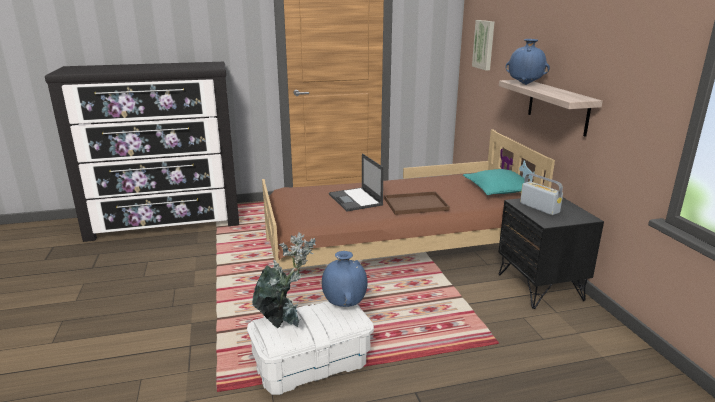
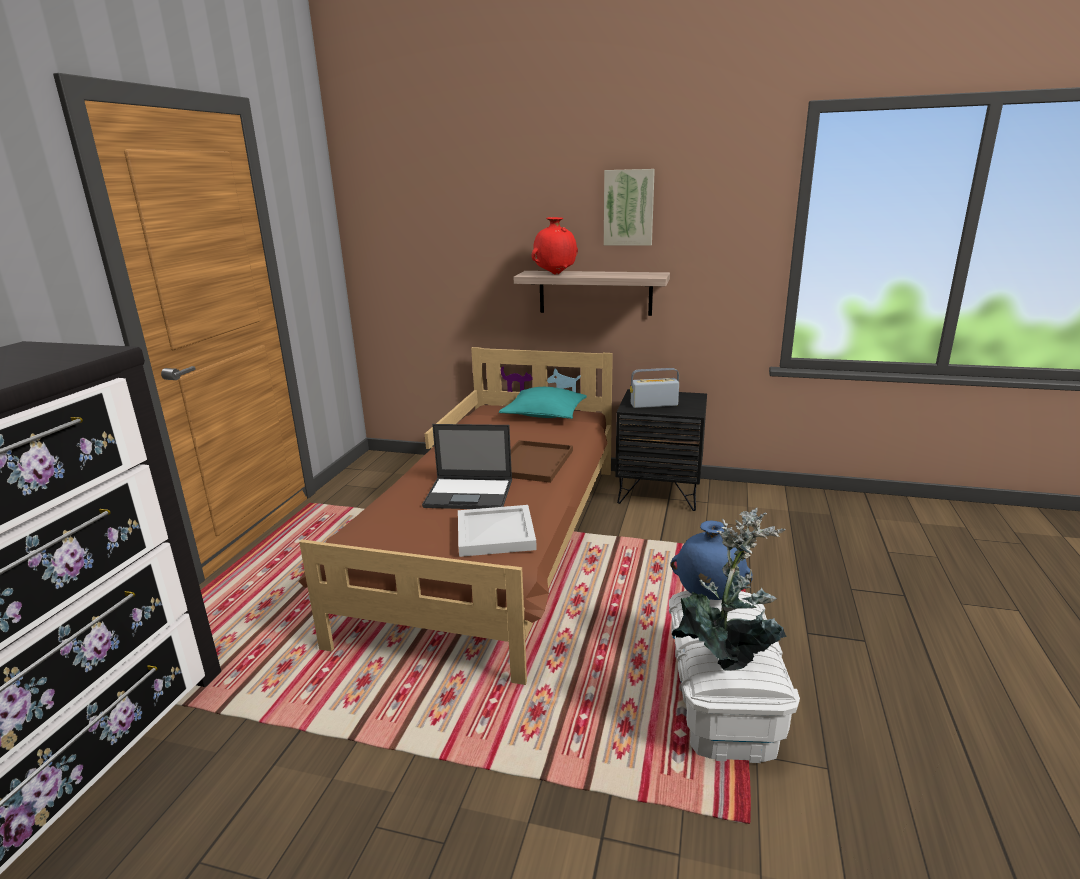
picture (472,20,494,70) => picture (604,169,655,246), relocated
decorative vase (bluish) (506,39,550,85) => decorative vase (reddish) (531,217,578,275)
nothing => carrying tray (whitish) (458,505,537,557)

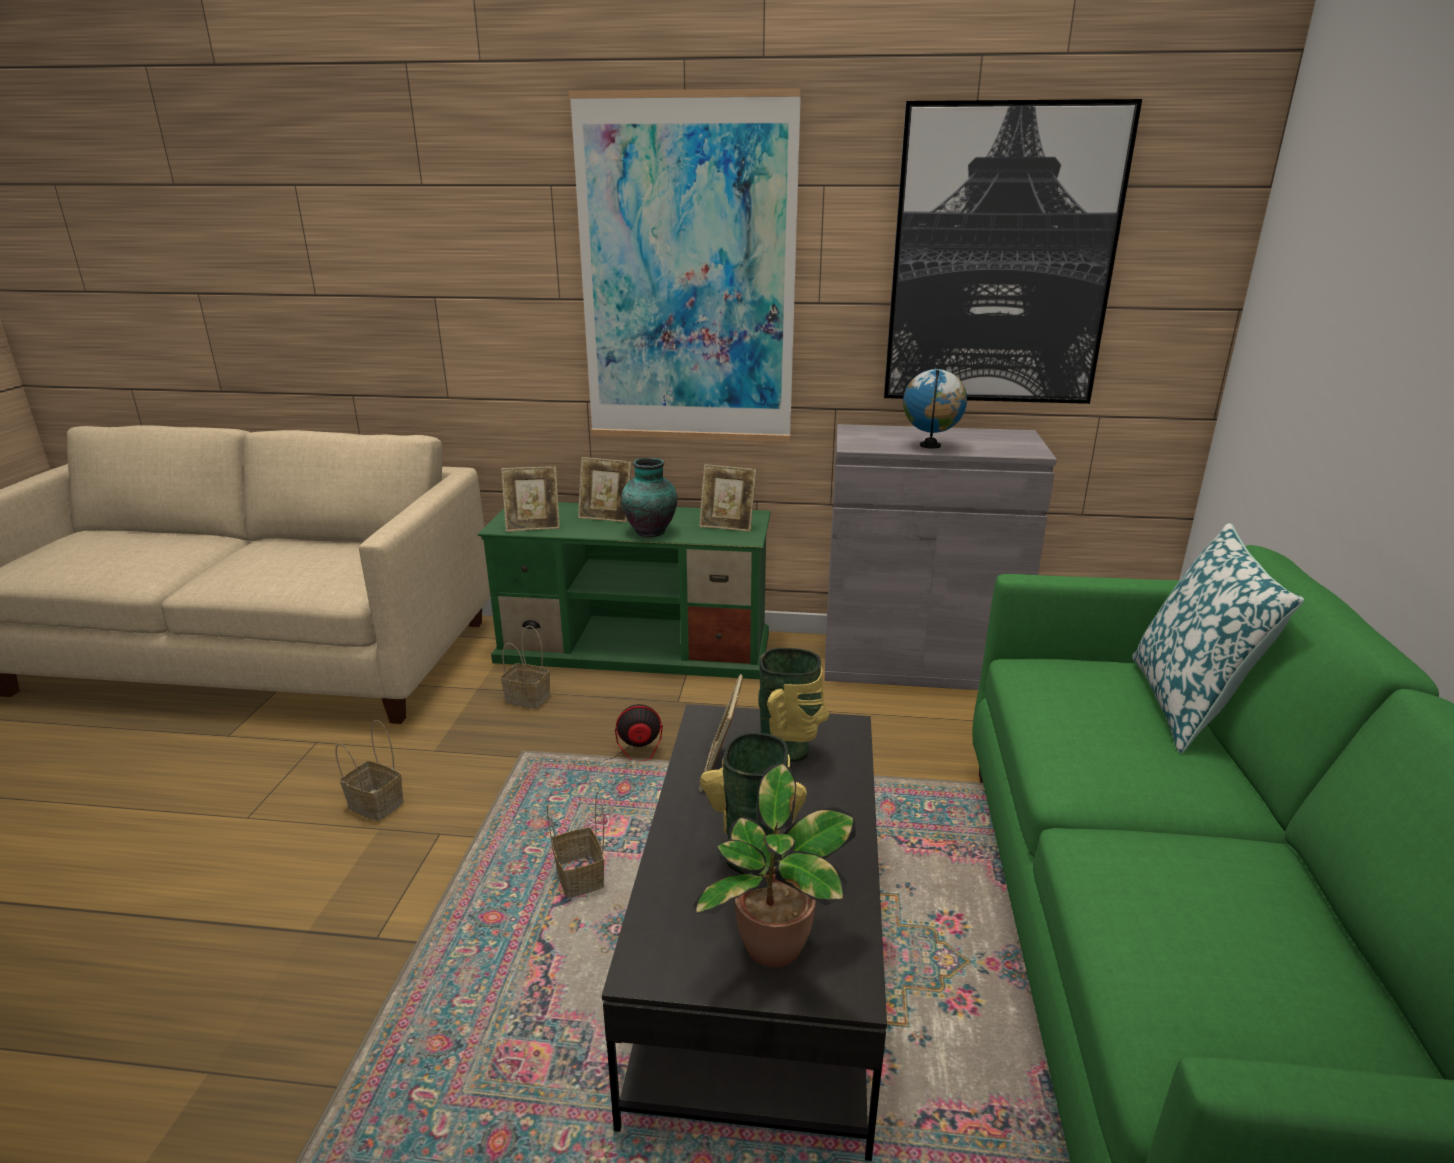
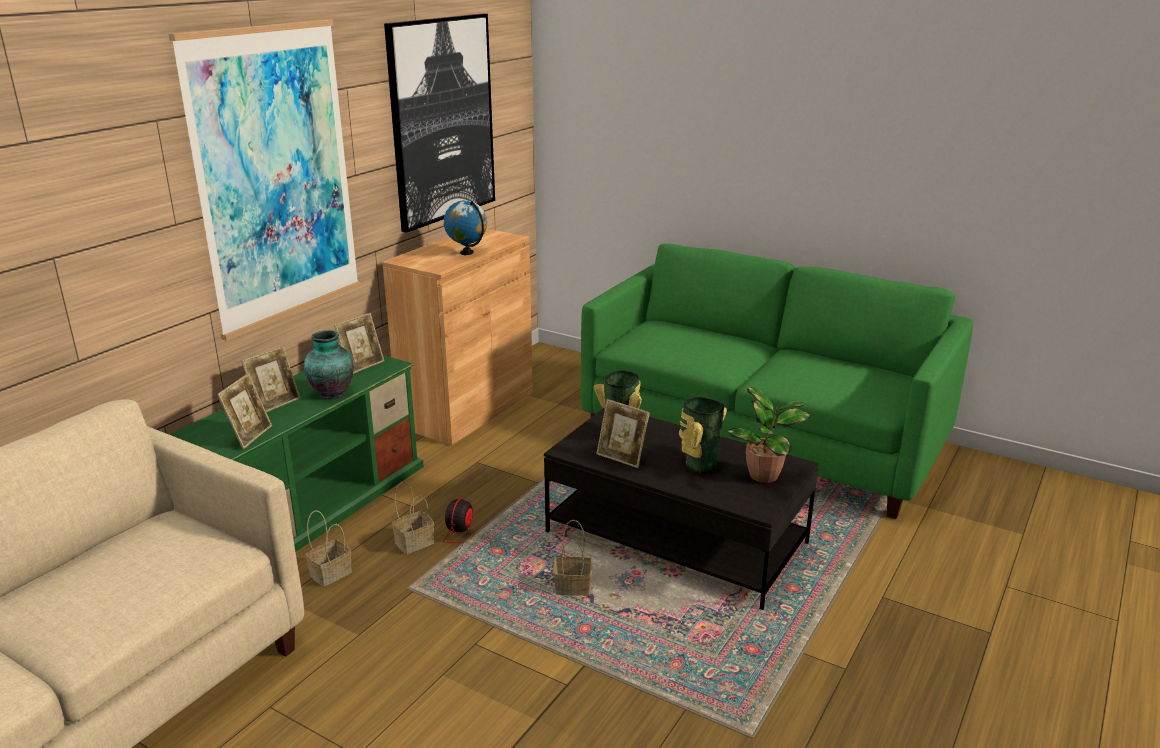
cabinet (gray) (824,424,1057,690) => cabinet (brownish) (382,229,533,445)
throw pillow (1132,522,1304,754) => nothing
basket (335,720,404,821) => basket (392,482,434,554), relocated

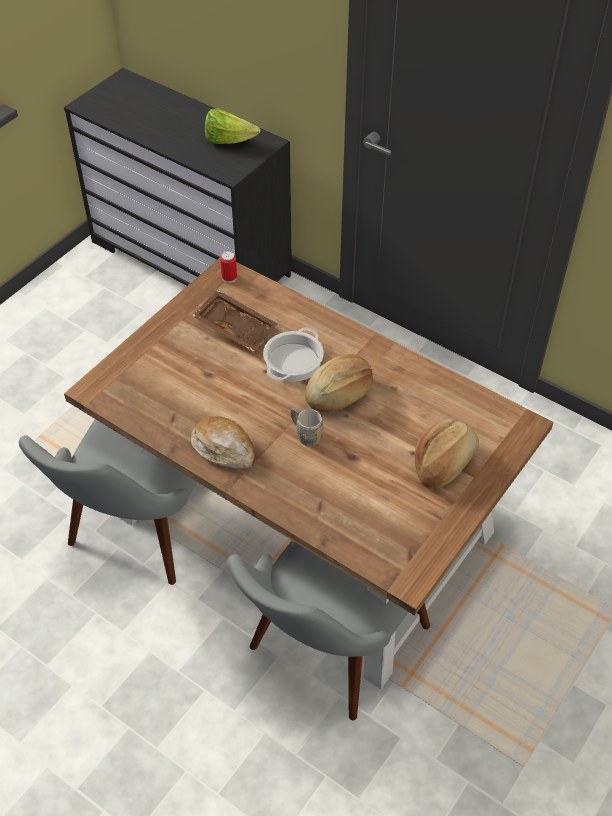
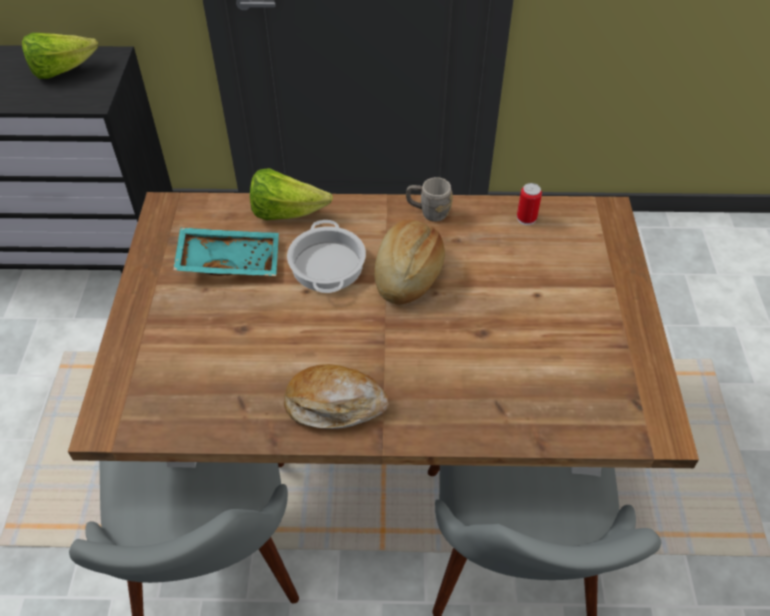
sealed can (220,251,237,283) => sealed can (517,183,542,225), relocated
carrying tray (brownish) (192,290,278,351) => carrying tray (blue-green) (173,227,279,276)
mug (gray) (291,407,323,446) => mug (gray) (406,177,453,222), relocated
bakery bread (414,419,479,489) => nothing
nothing => lettuce head (250,168,333,220)

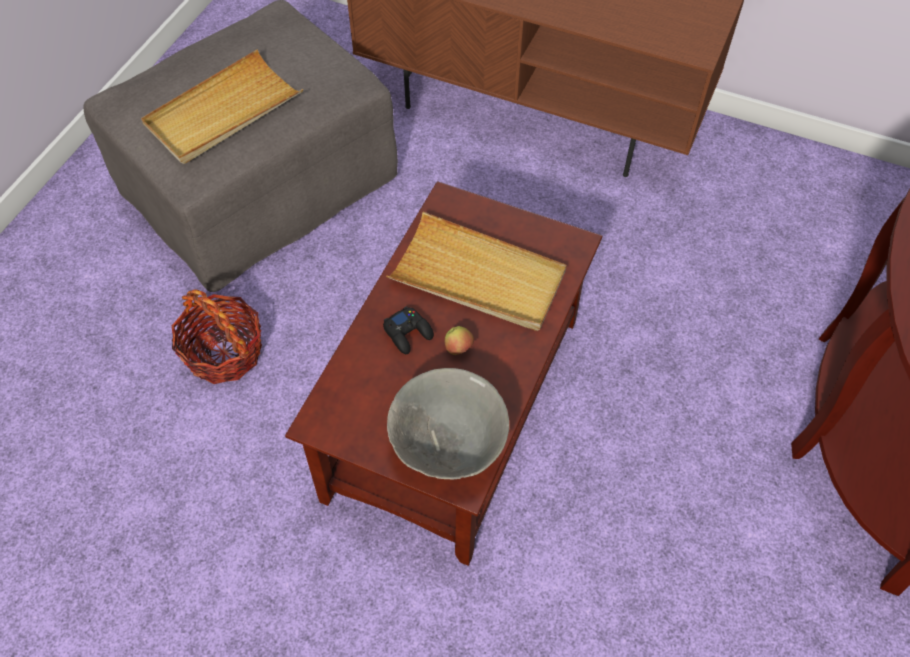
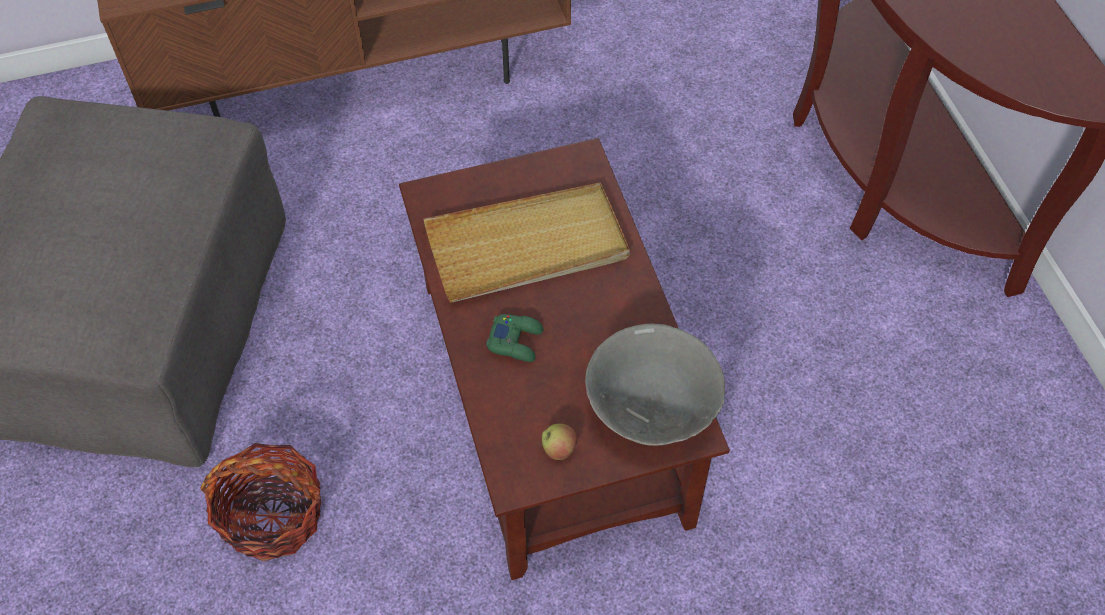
carrying tray (beige-coloured) (141,50,303,164) => nothing
game controller (black-coloured) (383,306,434,354) => game controller (green-coloured) (487,314,543,362)
whole apple (445,326,474,355) => whole apple (542,424,577,460), relocated

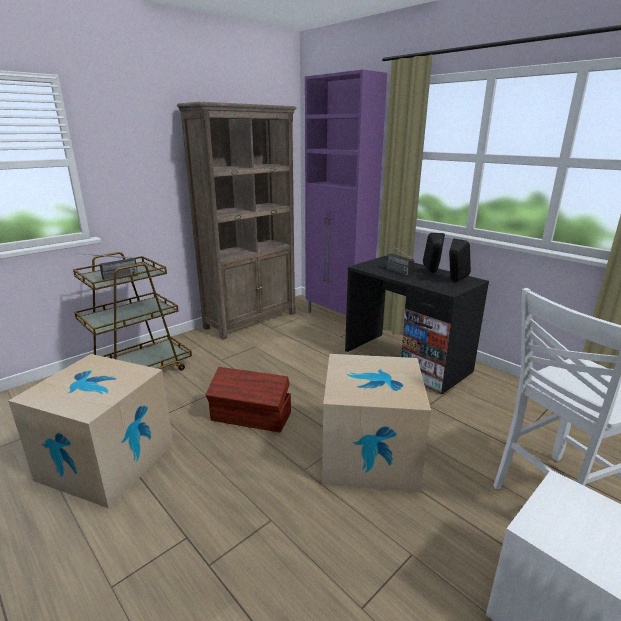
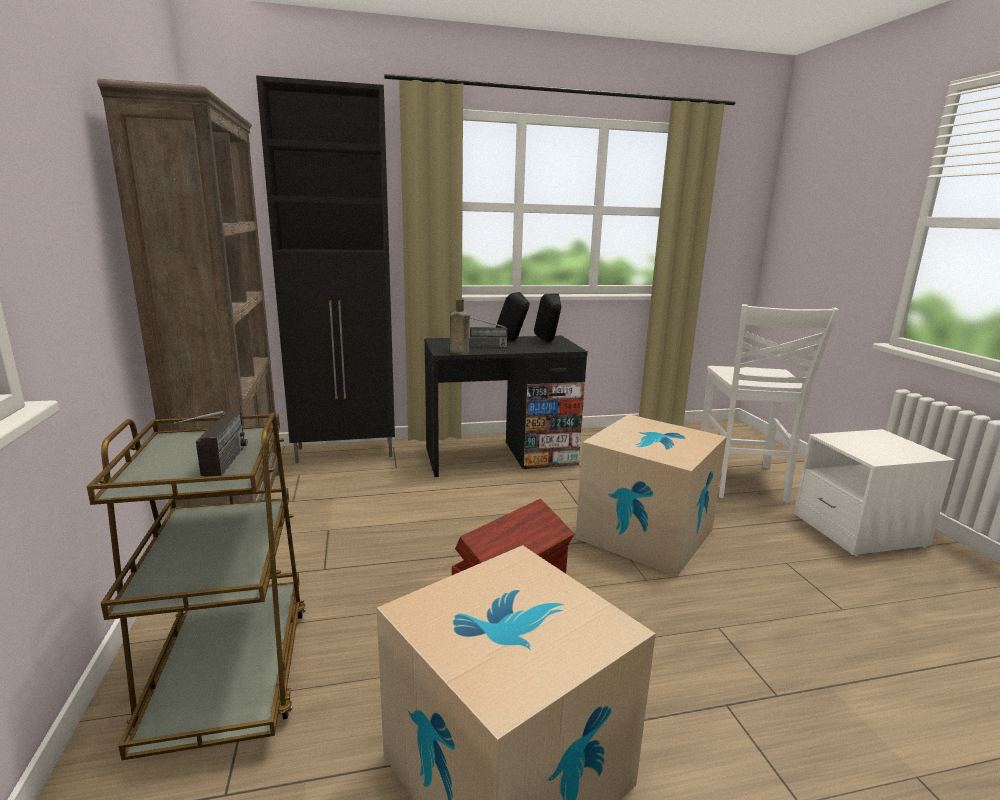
cabinet (purplish) (305,70,387,315) => cabinet (black-coloured) (256,75,395,463)
nothing => beverage bottle (brownish) (450,298,470,354)

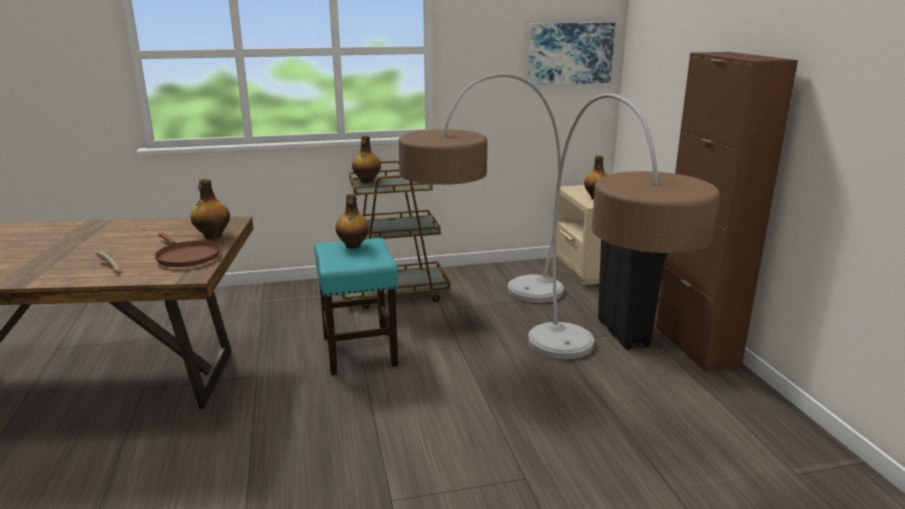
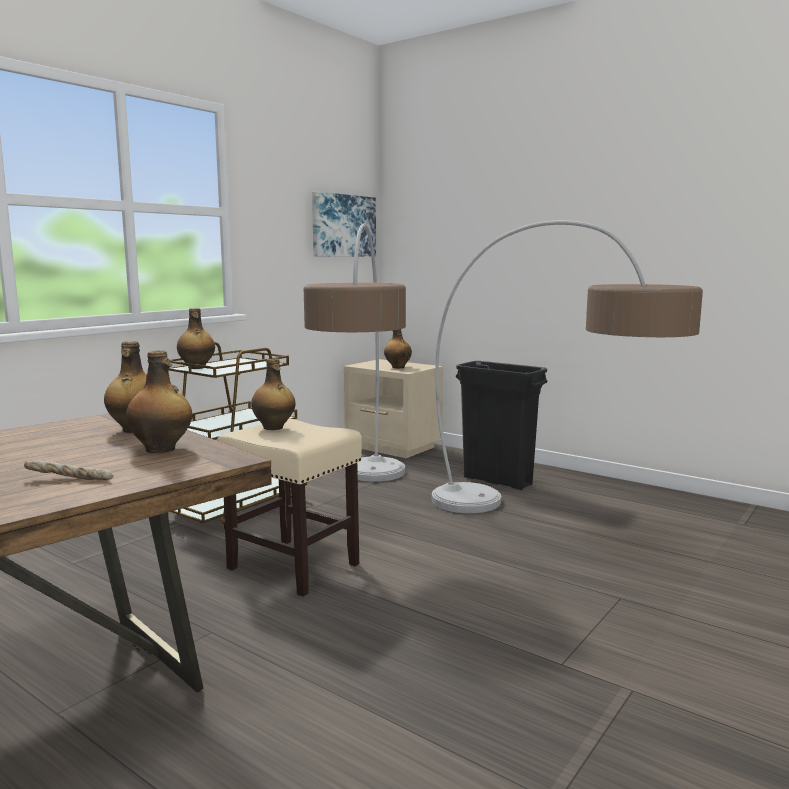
cabinet (brownish) (656,52,798,371) => nothing
frying pan (brownish) (155,233,220,267) => beverage bottle (126,350,192,453)
stool seat (blue-green) (314,238,398,375) => stool seat (beige-coloured) (217,418,362,596)

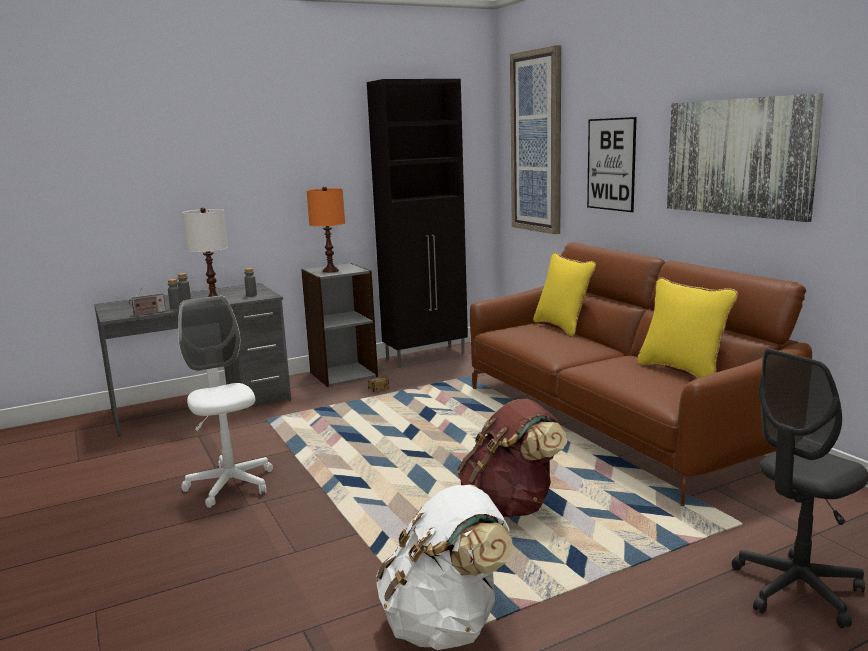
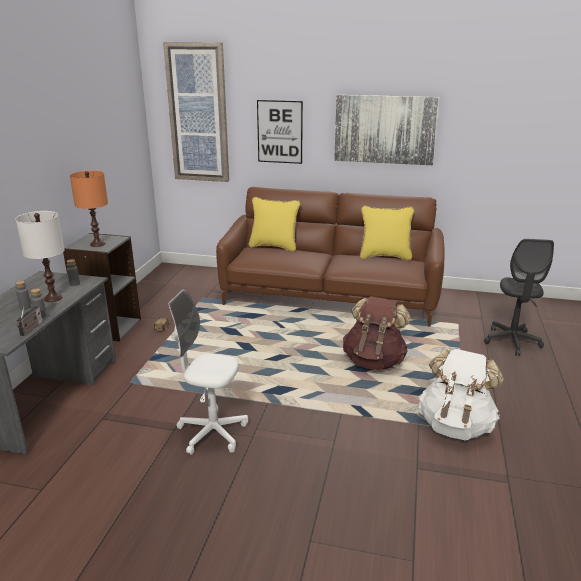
cabinet (black-coloured) (367,79,468,367) => nothing

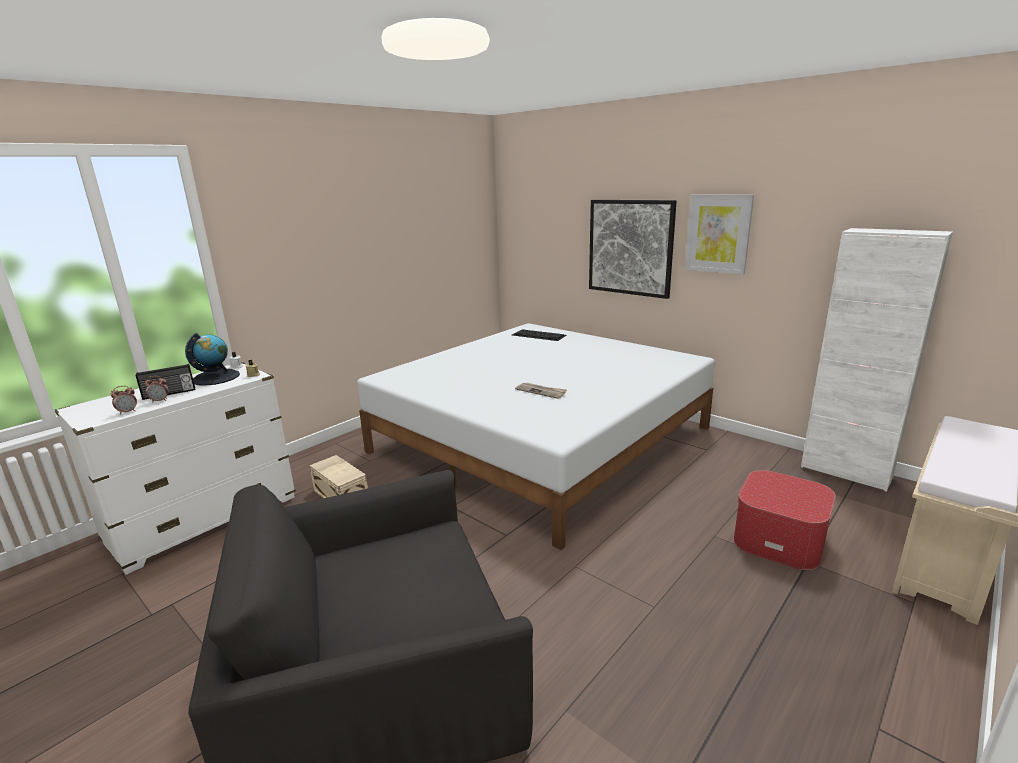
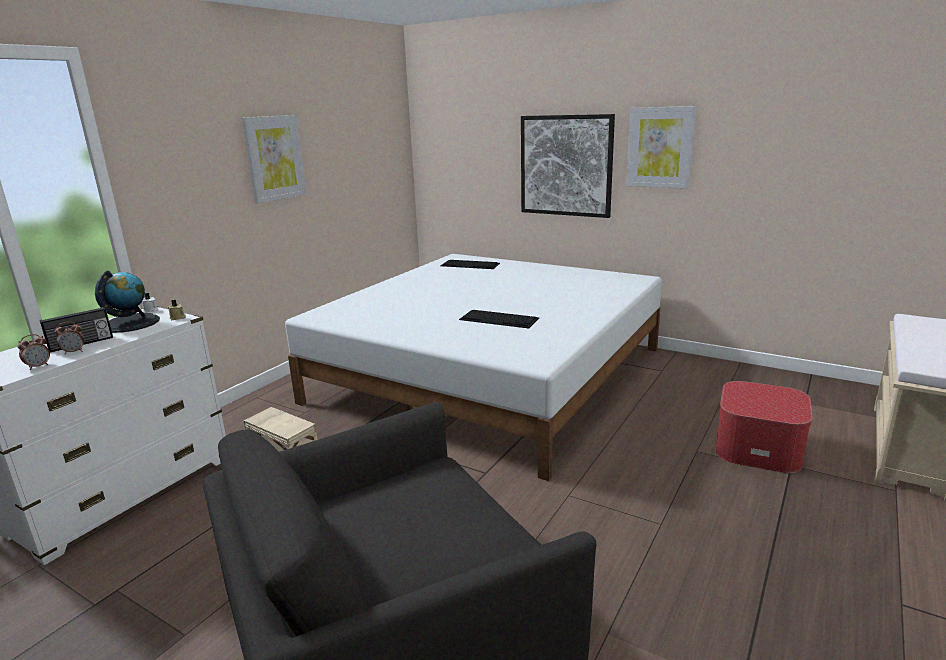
cabinet (whitish) (801,228,953,492) => nothing
printed paper (515,382,567,399) => keyboard (459,310,539,328)
nothing => picture (242,115,307,204)

